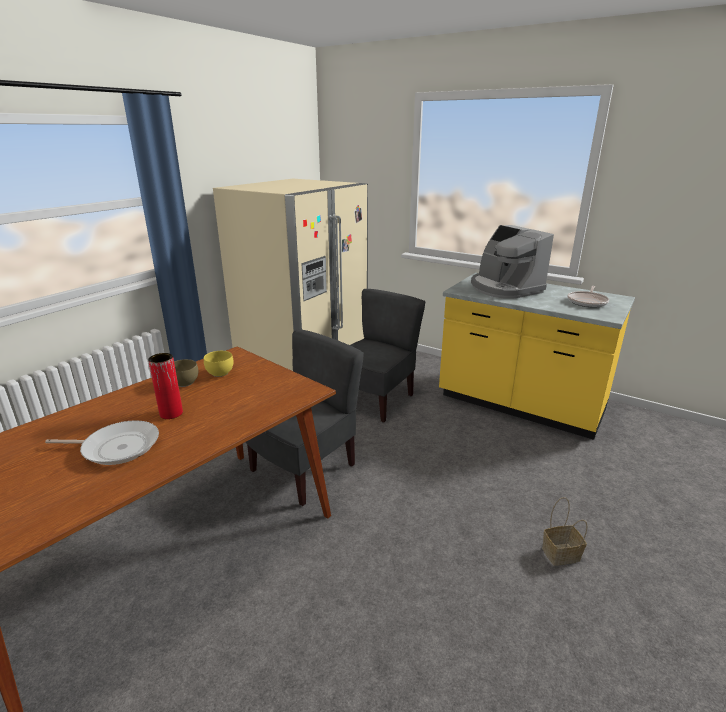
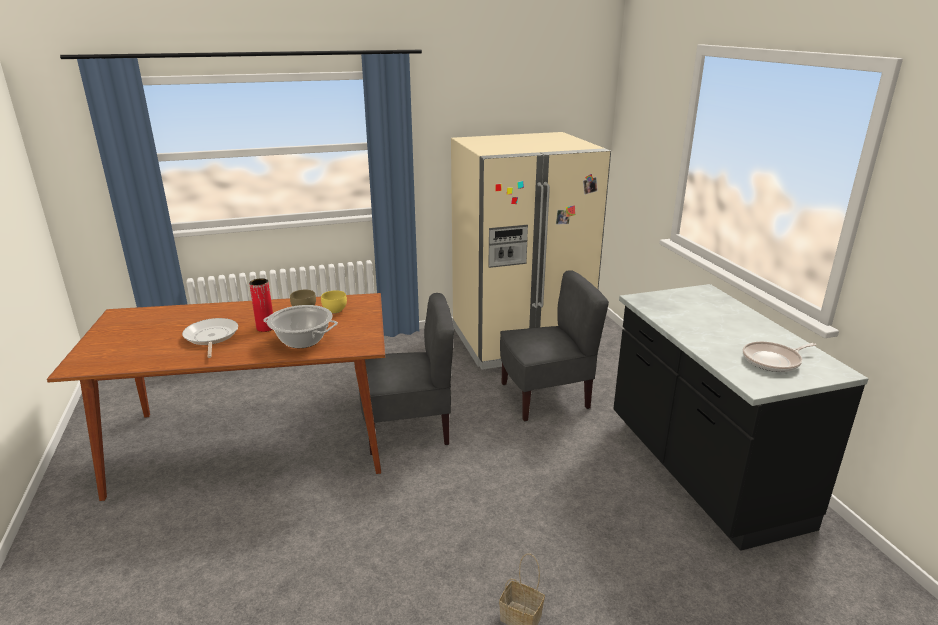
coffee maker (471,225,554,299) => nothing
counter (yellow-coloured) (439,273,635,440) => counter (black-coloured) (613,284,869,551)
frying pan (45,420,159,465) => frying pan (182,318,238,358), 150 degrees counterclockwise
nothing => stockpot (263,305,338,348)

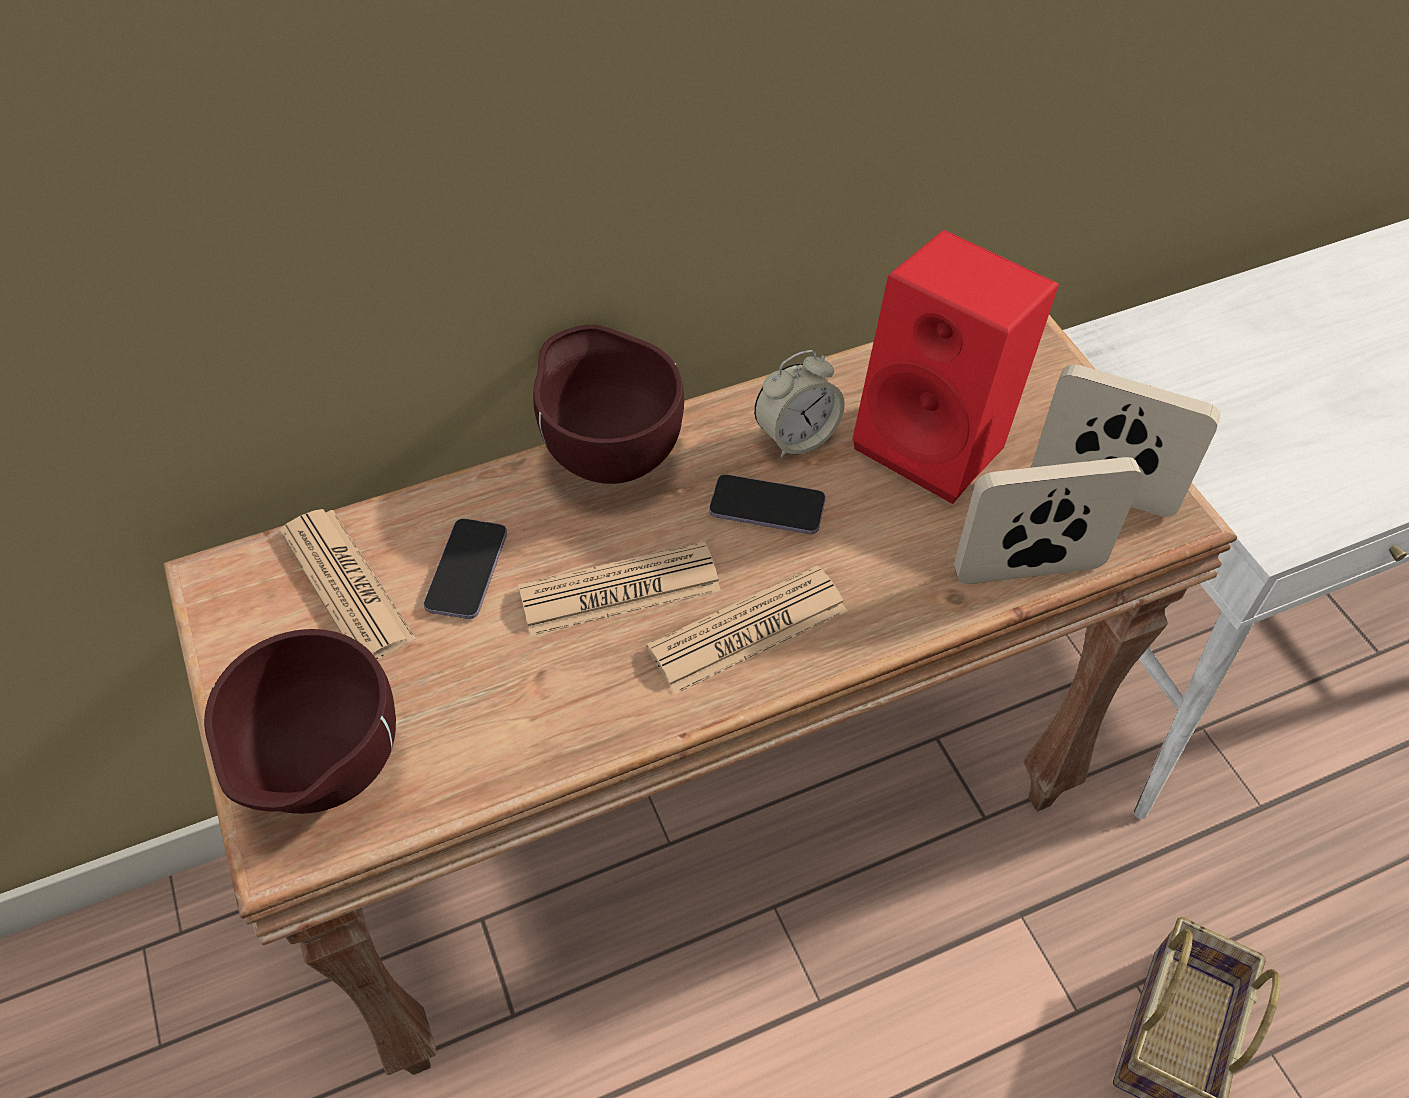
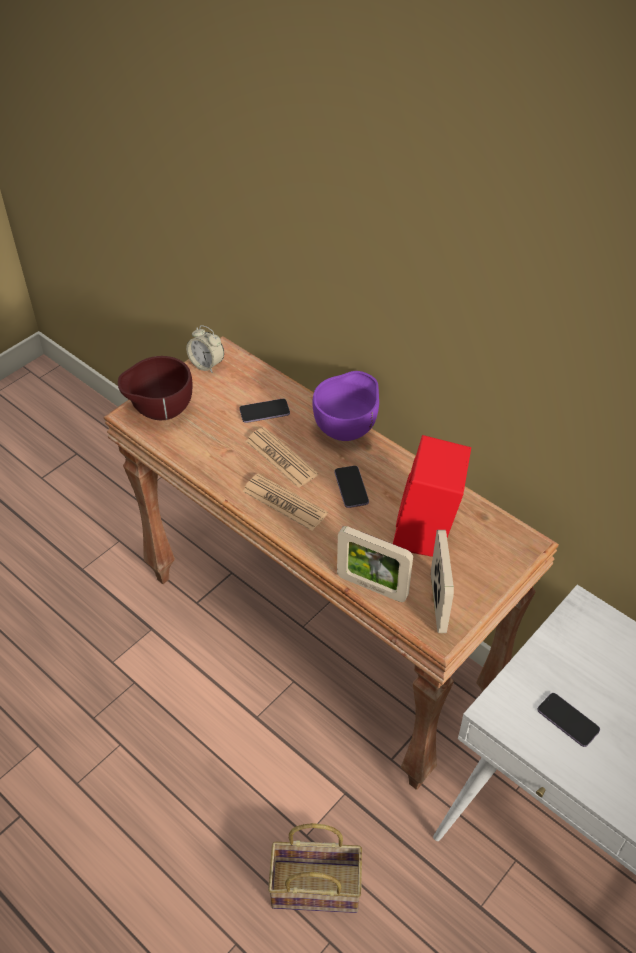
bowl (brownish) (533,324,684,484) => bowl (purplish) (312,371,379,441)
alarm clock (754,350,845,458) => alarm clock (186,325,224,373), relocated
photo frame (954,457,1143,584) => photo frame (337,526,413,602), 150 degrees clockwise
printed paper (279,509,416,660) => nothing
nothing => phone (537,693,600,747)

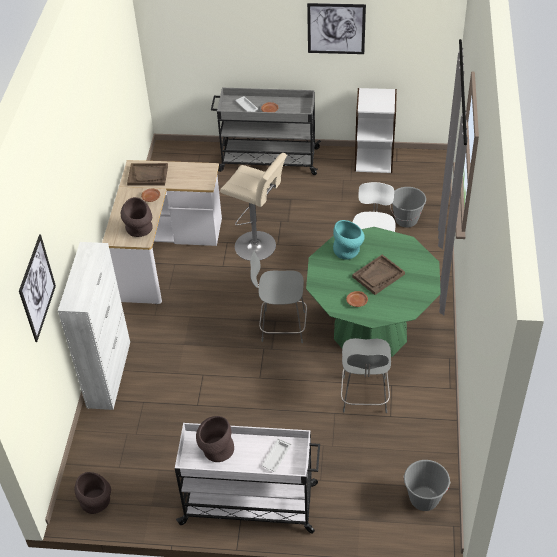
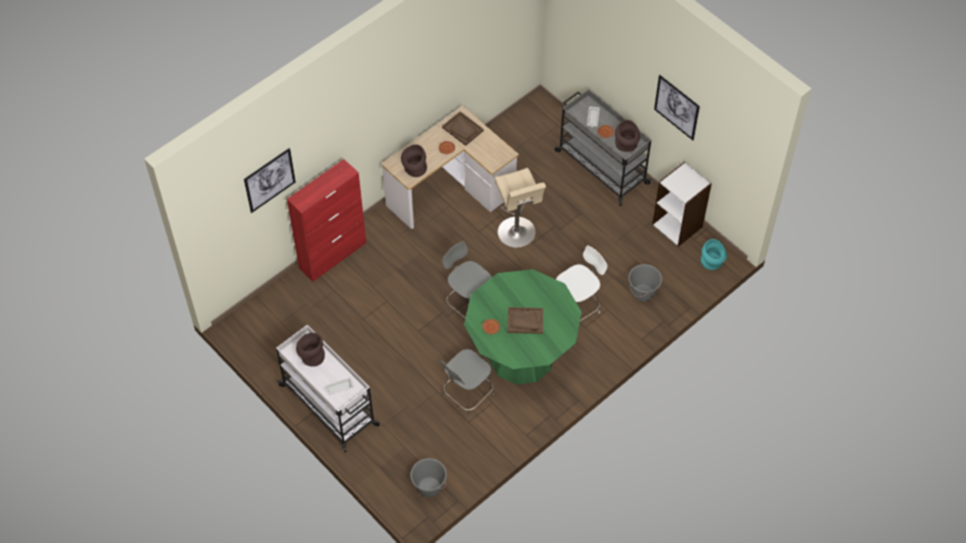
decorative vase (blue-green) (333,220,365,260) => decorative vase (blue-green) (701,239,727,270), relocated
cabinet (whitish) (58,242,130,410) => cabinet (reddish) (287,159,366,282)
decorative vase (brownish) (75,472,111,514) => decorative vase (brownish) (615,120,640,152), relocated

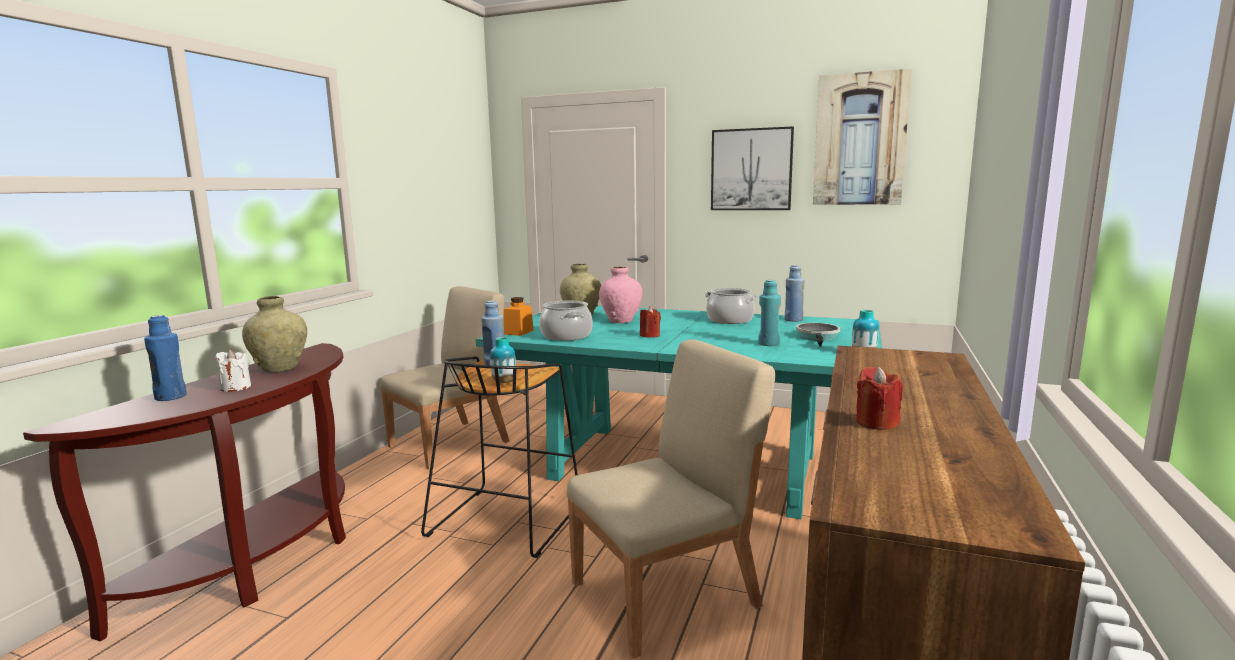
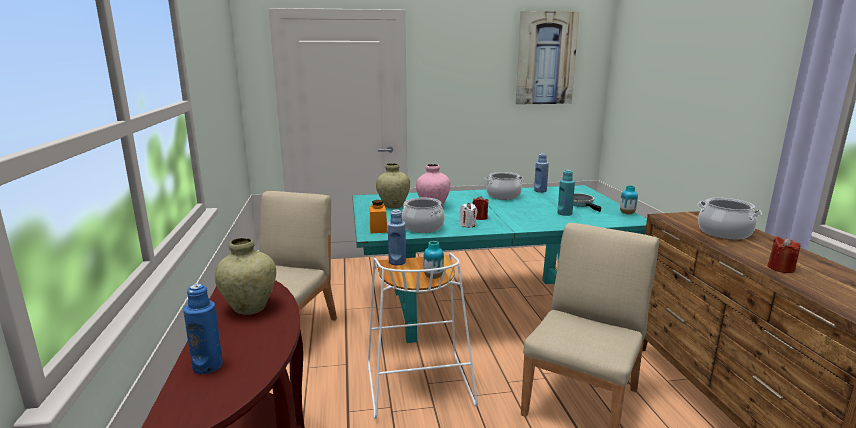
picture (711,126,794,210) => nothing
wax candle (whitish) (215,350,251,392) => wax candle (whitish) (459,202,477,228), relocated
stool seat (black-coloured) (421,357,578,558) => stool seat (whitish) (368,253,478,419)
nothing => stockpot (697,198,762,240)

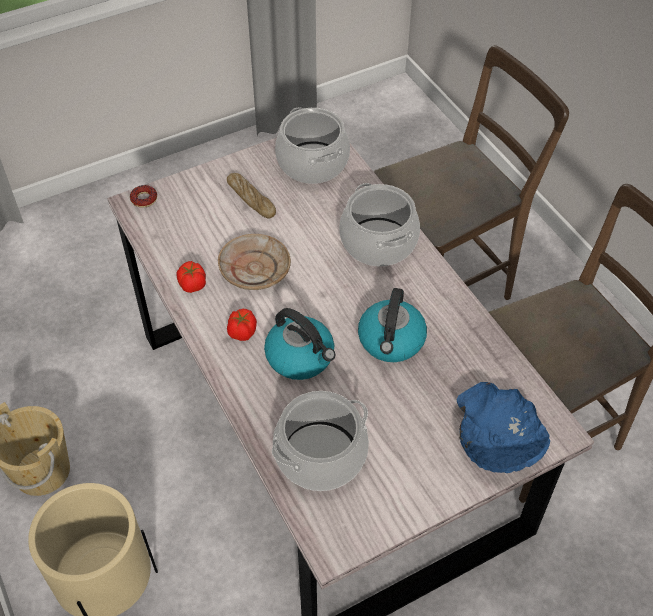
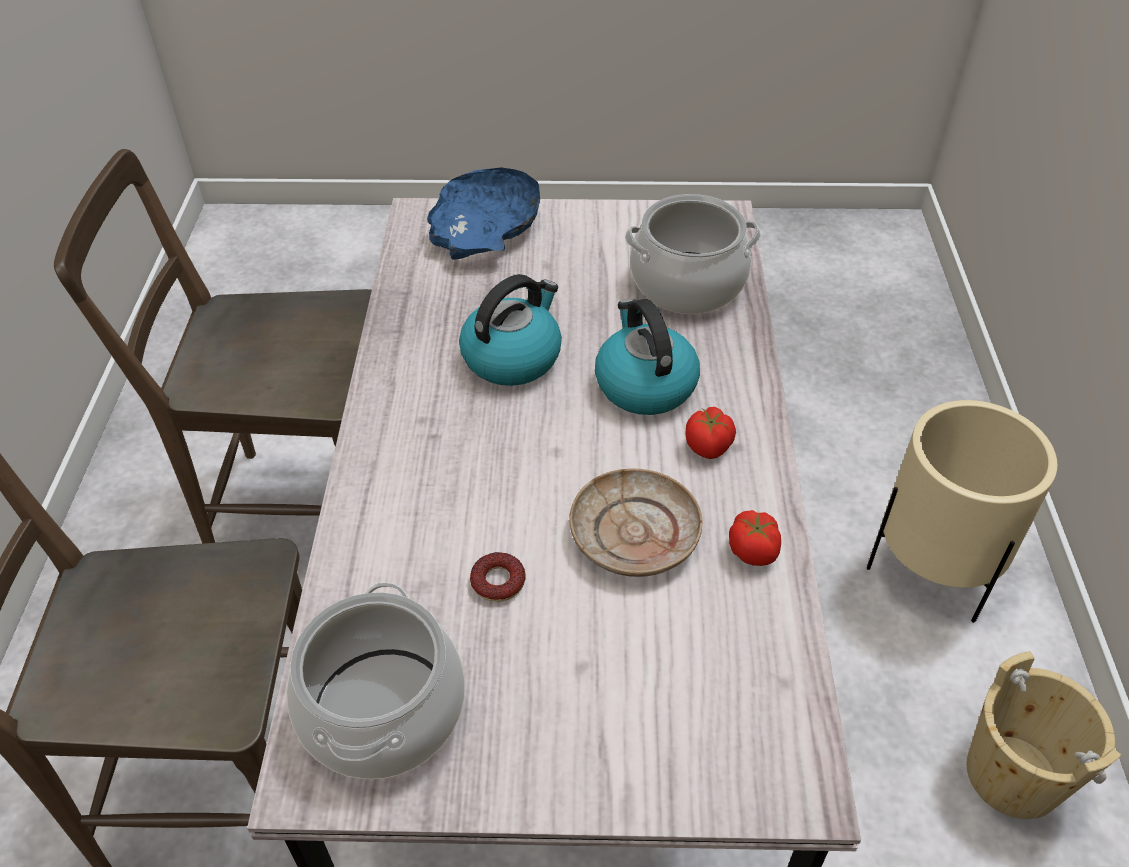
bakery bread (227,173,276,219) => nothing
stockpot (339,183,420,267) => nothing
ring doughnut (130,185,157,208) => ring doughnut (470,552,526,602), relocated

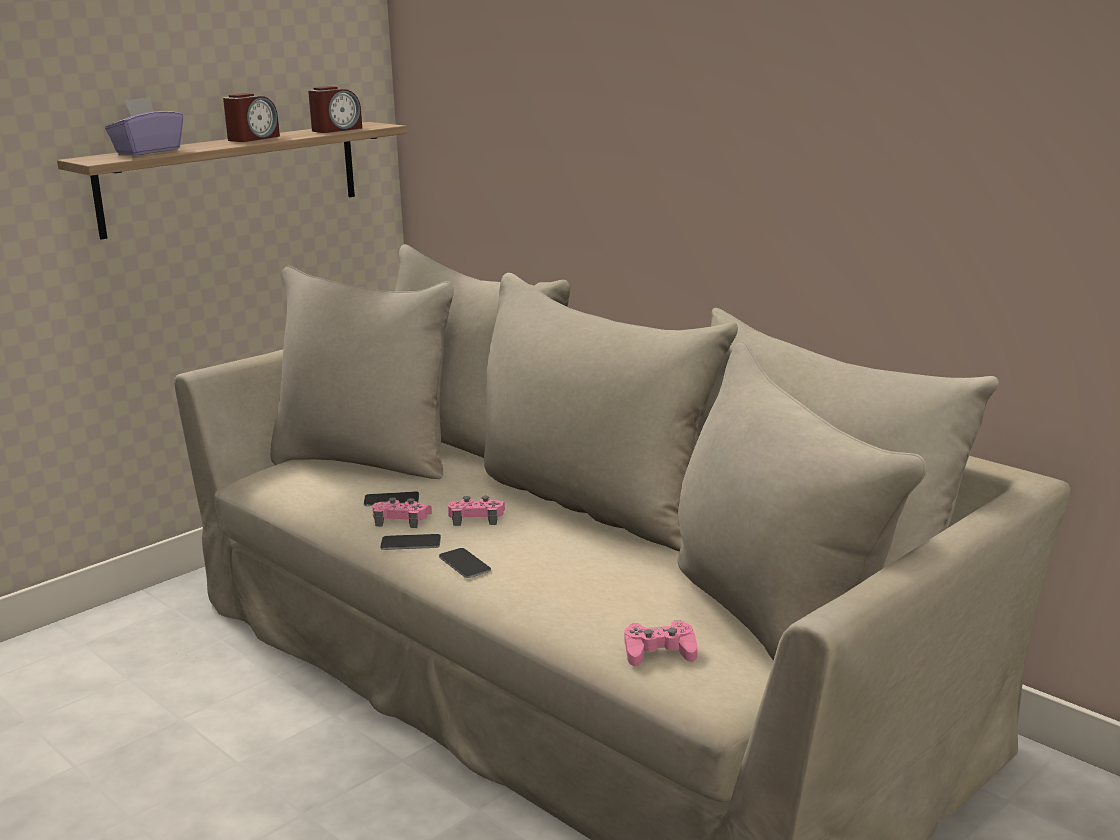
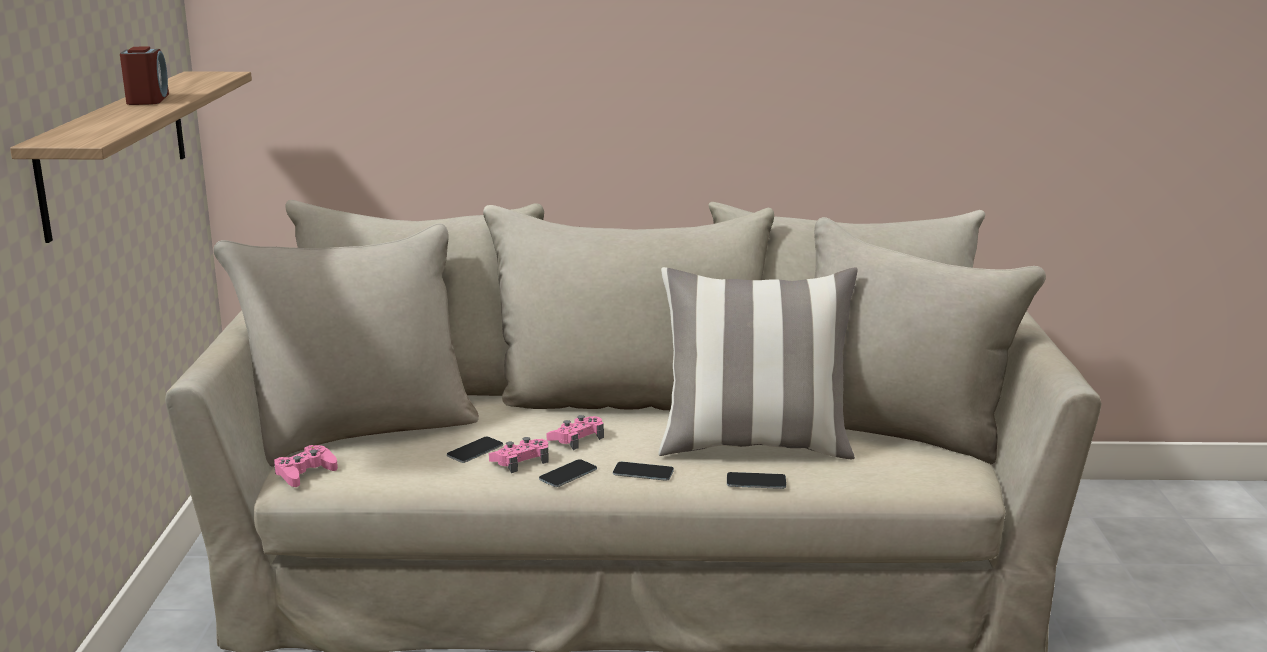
alarm clock (308,86,362,133) => nothing
tissue box (purplish) (105,97,183,155) => nothing
game controller (pink-coloured) (624,620,697,666) => game controller (pink-coloured) (274,445,338,487), relocated
nothing => throw pillow (658,267,858,459)
nothing => phone (727,472,786,489)

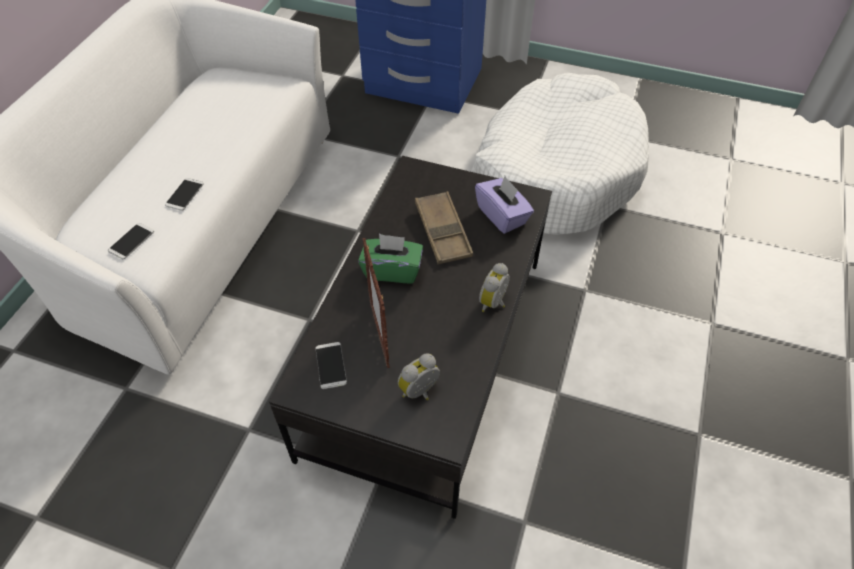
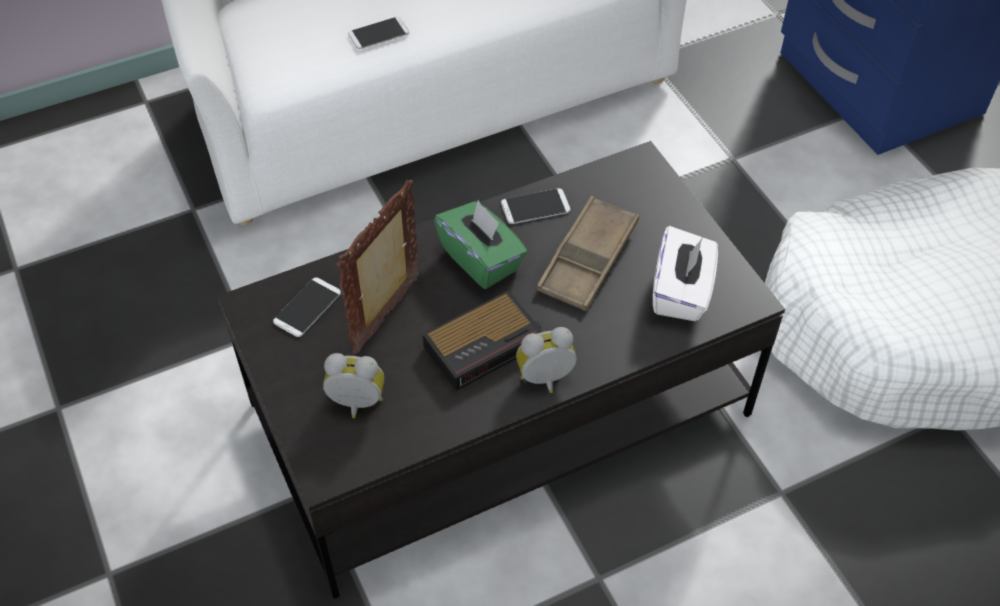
tissue box (purplish) (475,176,534,234) => tissue box (whitish) (653,226,718,321)
phone (108,223,154,259) => phone (501,188,570,224), relocated
nothing => alarm clock (423,290,543,391)

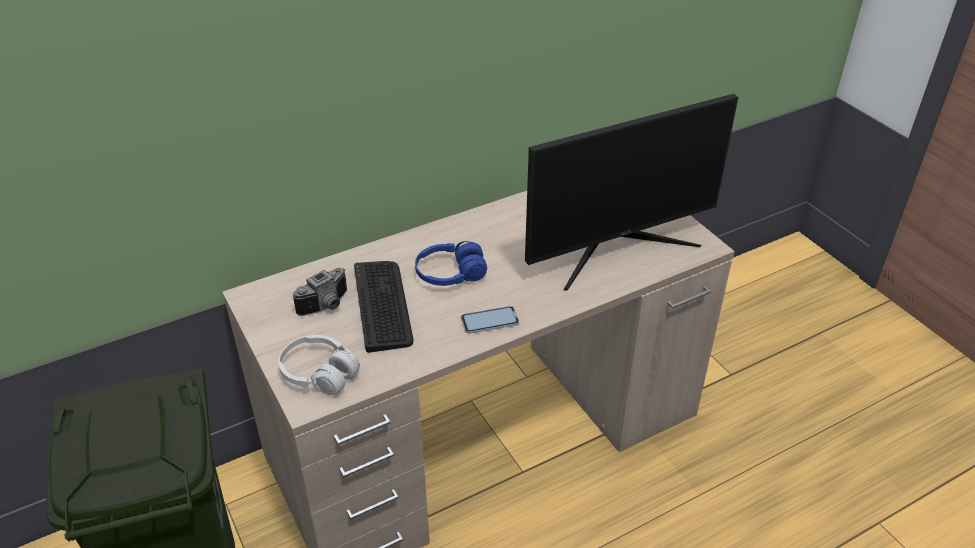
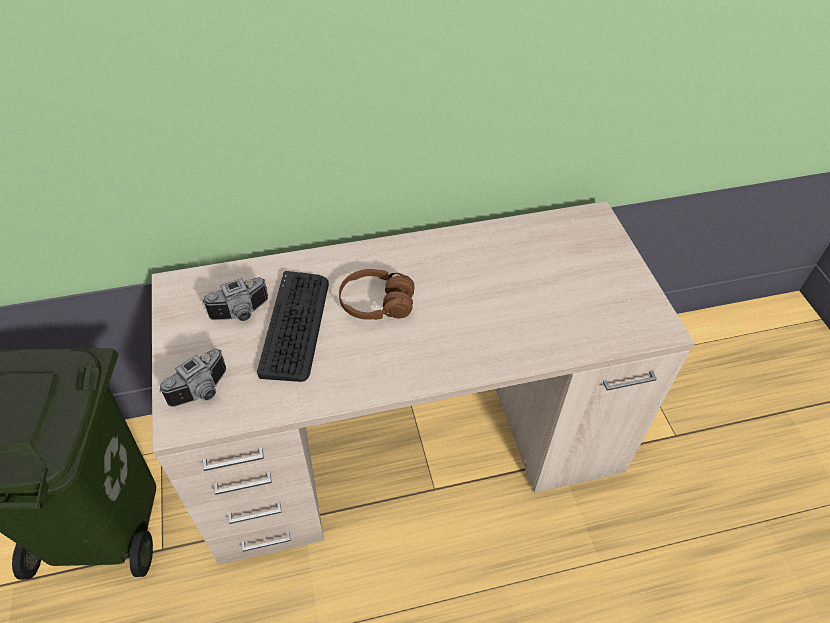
computer screen (525,94,738,290) => nothing
headset (bluish) (415,241,487,286) => headset (brownish) (339,269,415,320)
phone (461,306,519,334) => nothing
headset (whitish) (278,335,360,395) => still camera (159,349,226,407)

